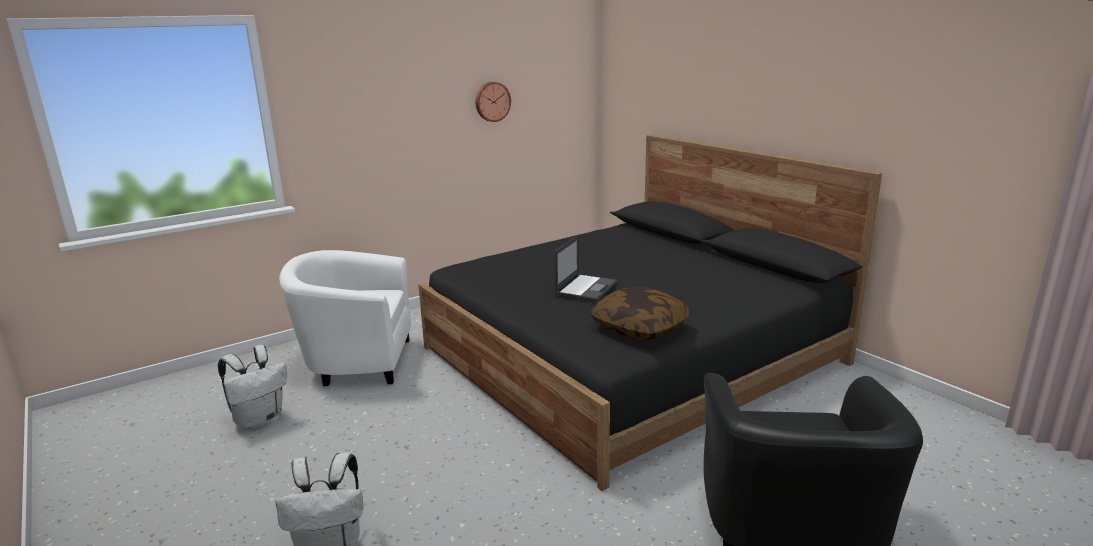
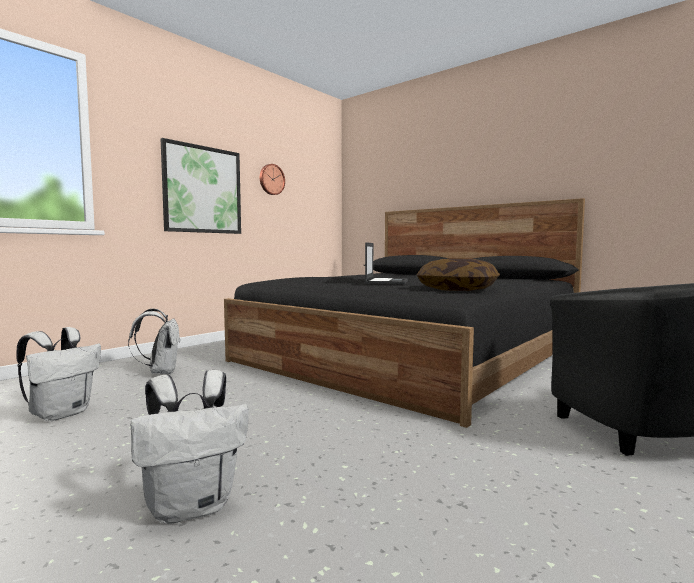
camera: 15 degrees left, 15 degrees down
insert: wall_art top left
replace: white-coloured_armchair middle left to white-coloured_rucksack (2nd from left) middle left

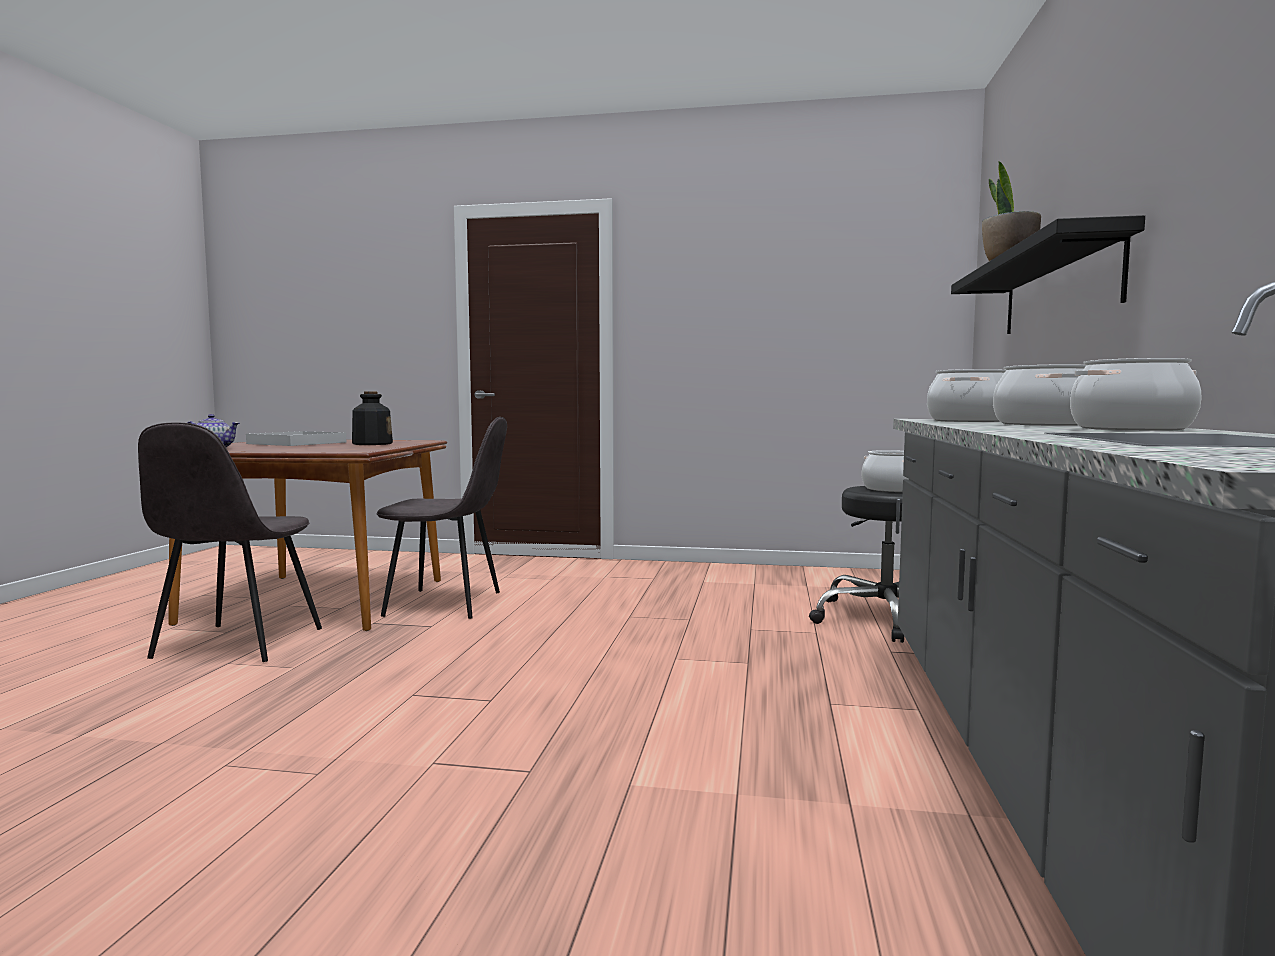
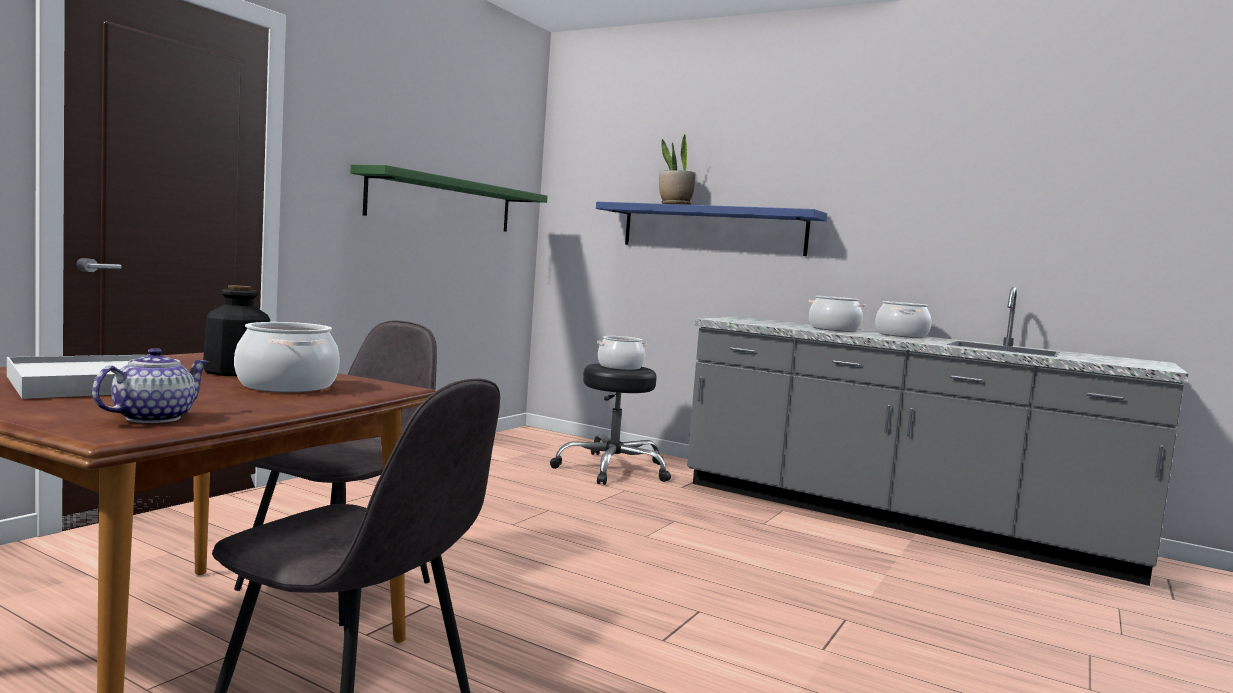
camera: 70 degrees left, 0 degrees up
insert: green_wall_shelf top centre
move: cooking_pot (2nd from left in the first image) middle right to cooking_pot (1st from left) middle left
recolor: black-coloured_wall_shelf top right to bluish_wall_shelf top centre

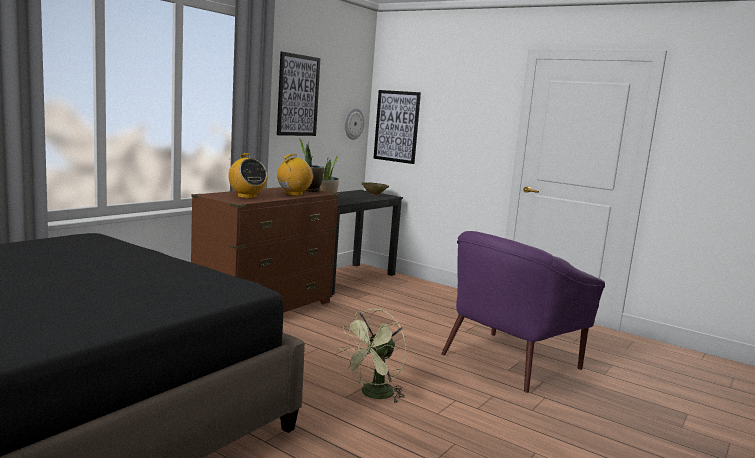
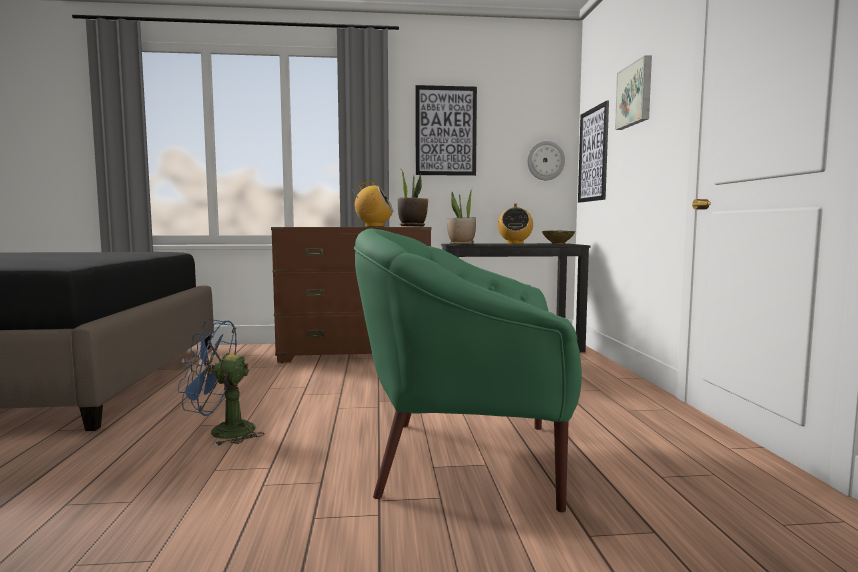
camera: 50 degrees right, 5 degrees down
insert: wall_art (3rd from left) top right
move: radio_set (1st from left in the first image) middle left to radio_set (2nd from left) centre
recolor: green_electric_fan bottom centre to bluish_electric_fan bottom left; purple_armchair bottom right to green_armchair centre

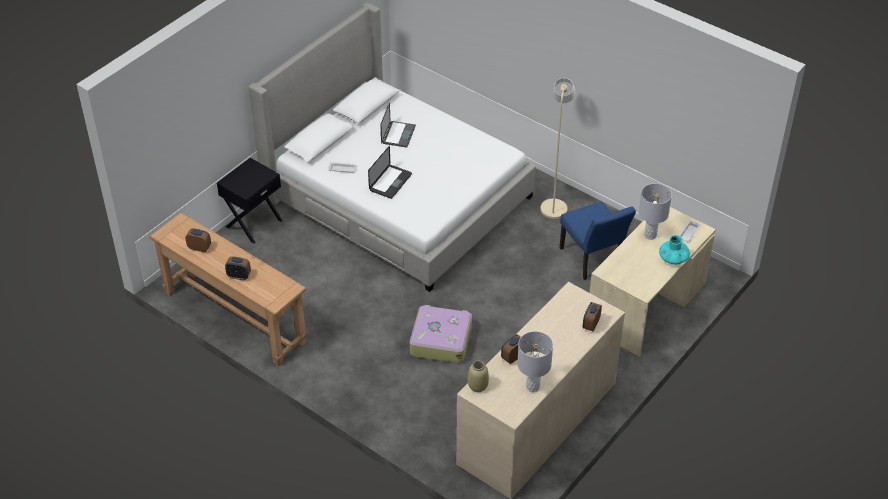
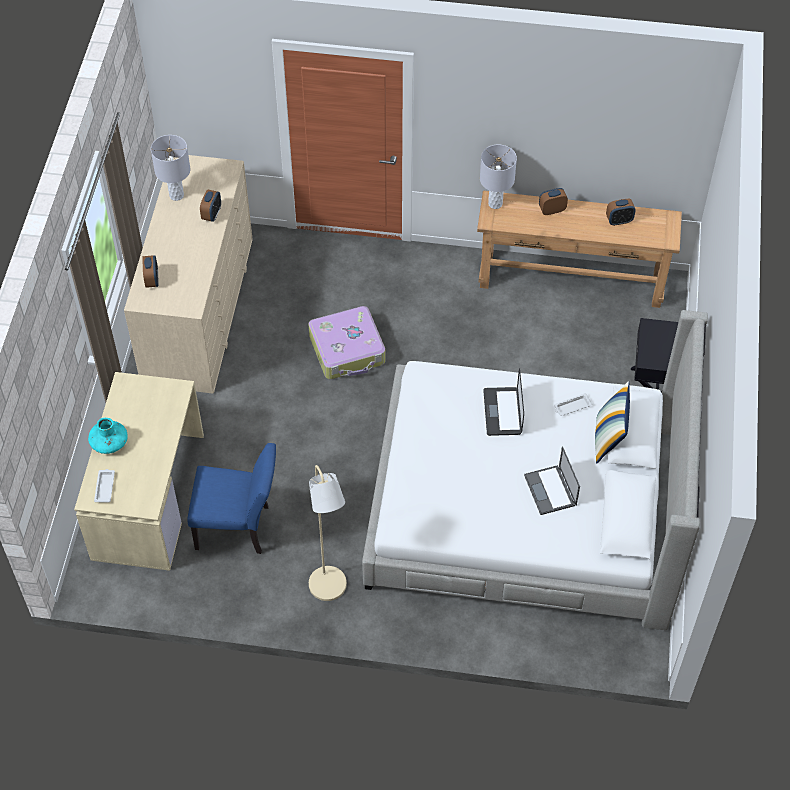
camera: 150 degrees right, 10 degrees up
delete: sand-coloured_decorative_vase bottom centre
insert: pillow middle right
move: grey_lamp_for_a_table (2nd from left) middle right to top centre
rotate: bluish_plain_chair middle right = middle left 150 degrees clockwise

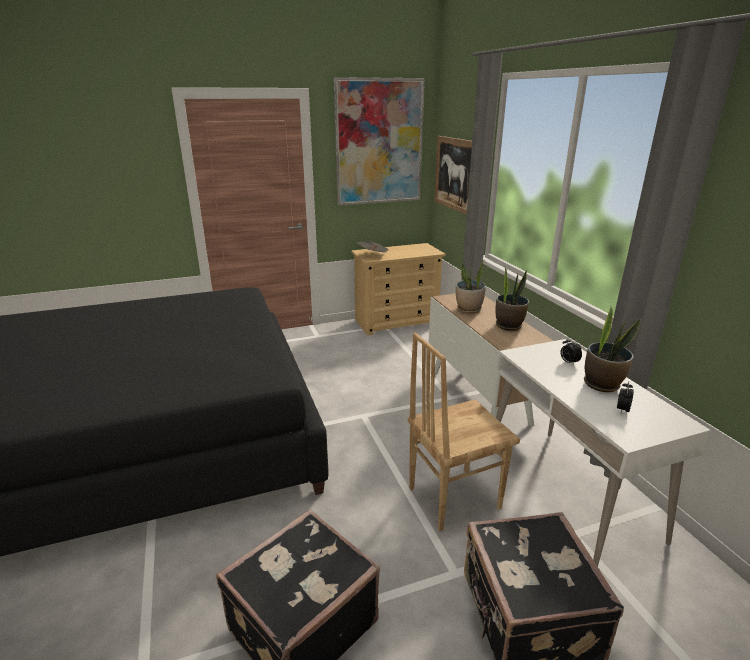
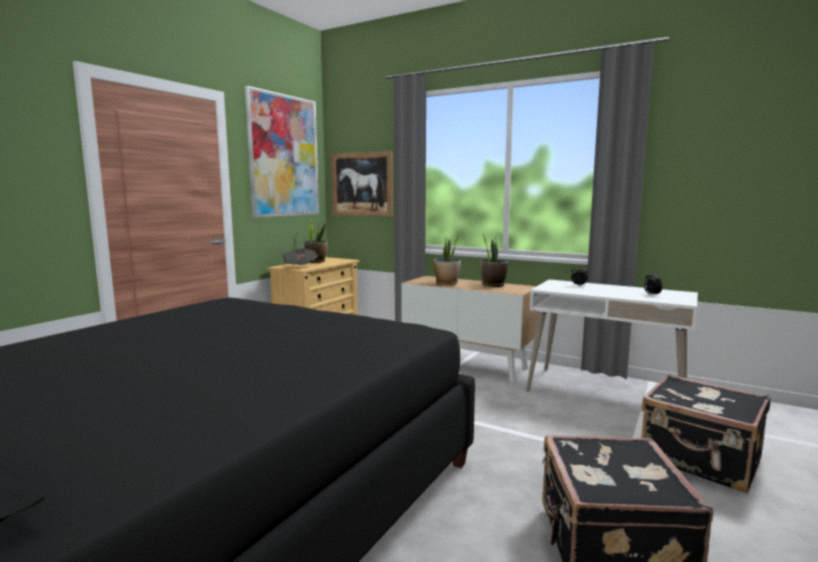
camera: 40 degrees left, 15 degrees down
delete: brown_plain_chair centre
move: plant_in_a_pot (3rd from left in the first image) middle right to plant_in_a_pot (1st from left) centre

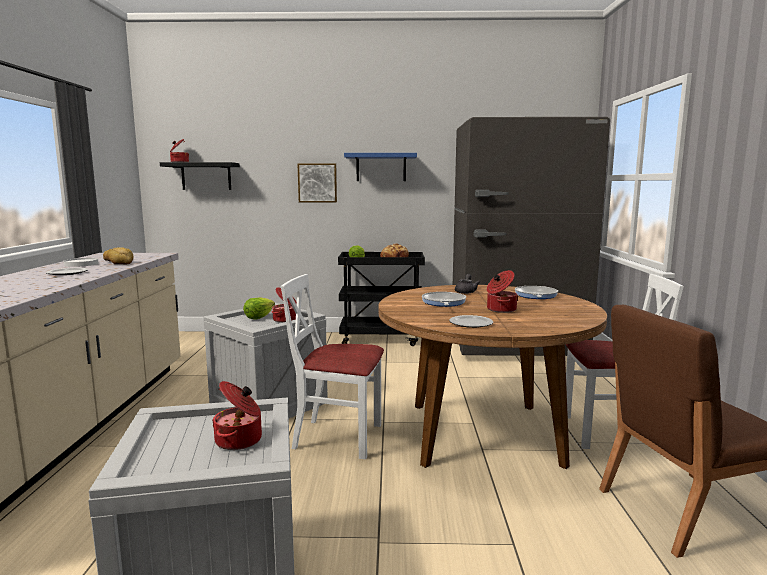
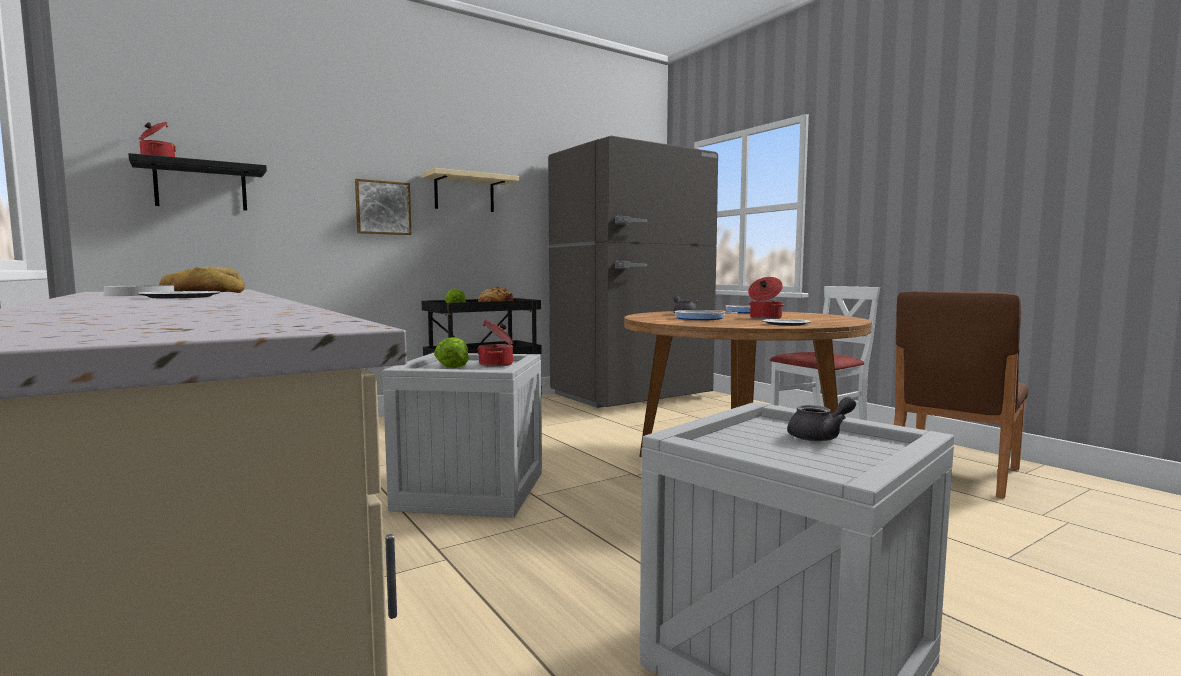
camera: 35 degrees left, 5 degrees down
delete: white-coloured_plain_chair (1st from left) centre
replace: cooking_pot (2nd from left) bottom left to grey_tea_pot (2nd from left) middle right
recolor: bluish_wall_shelf top centre to sand-coloured_wall_shelf top centre

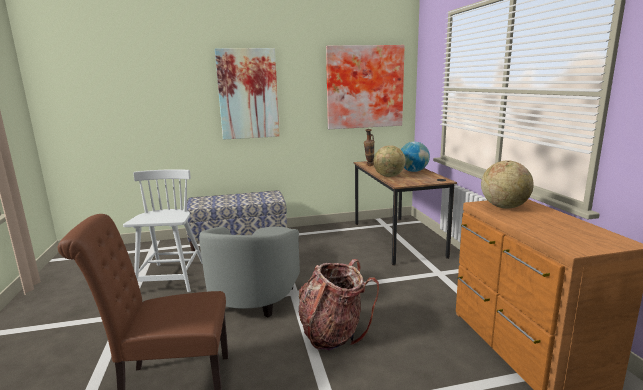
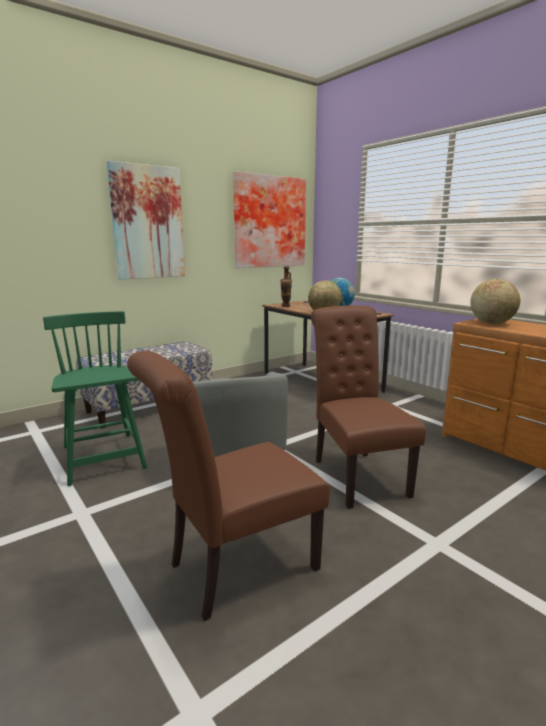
camera: 25 degrees left, 0 degrees up
replace: rucksack bottom centre to brown_plain_chair (2nd from left) middle right
recolor: white-coloured_plain_chair middle left to green_plain_chair middle left

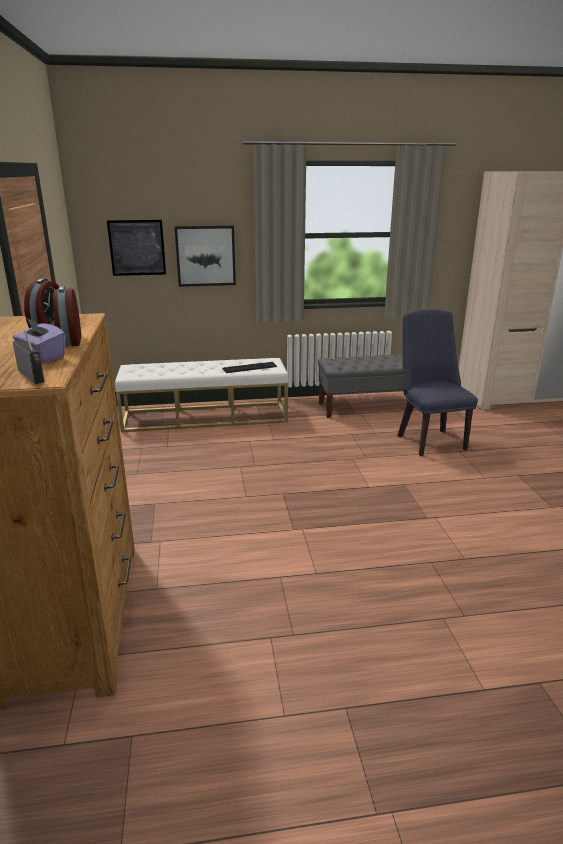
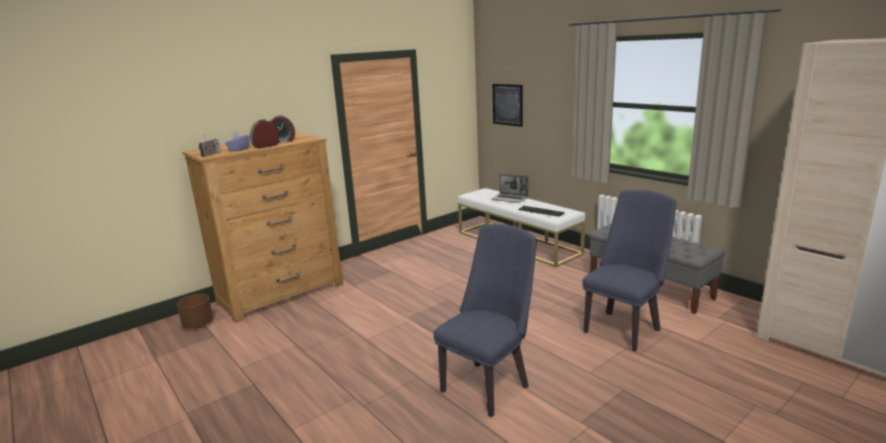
camera: 60 degrees right, 5 degrees down
delete: wall_art (2nd from left) top centre
insert: brown_plant_pot bottom left; bluish_plain_chair (1st from left) bottom centre; notebook_computer centre

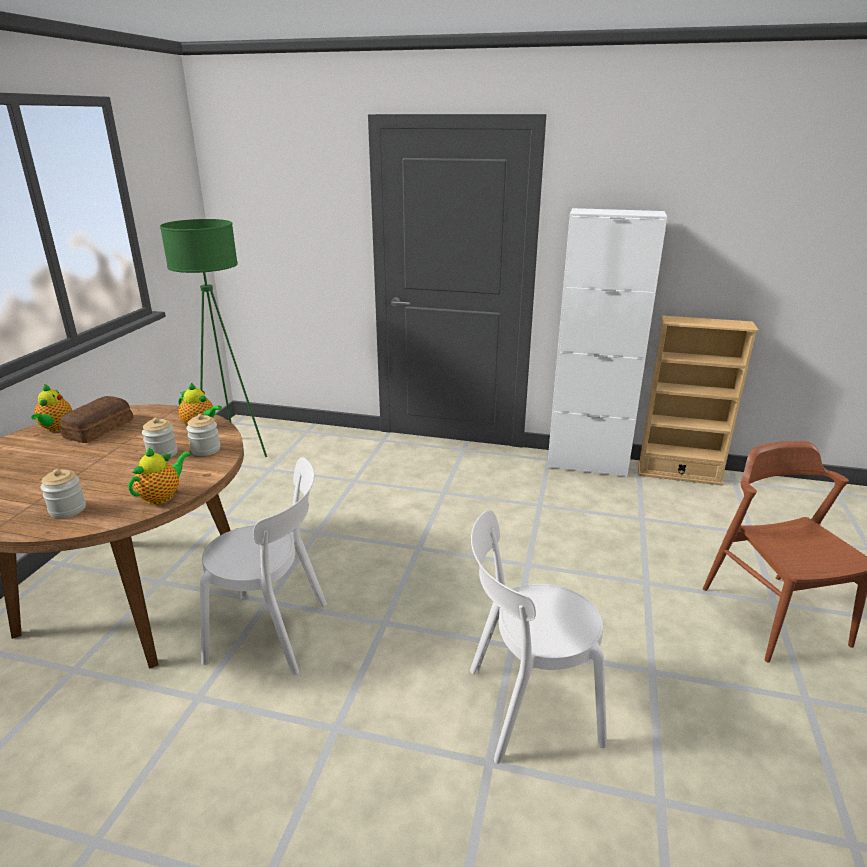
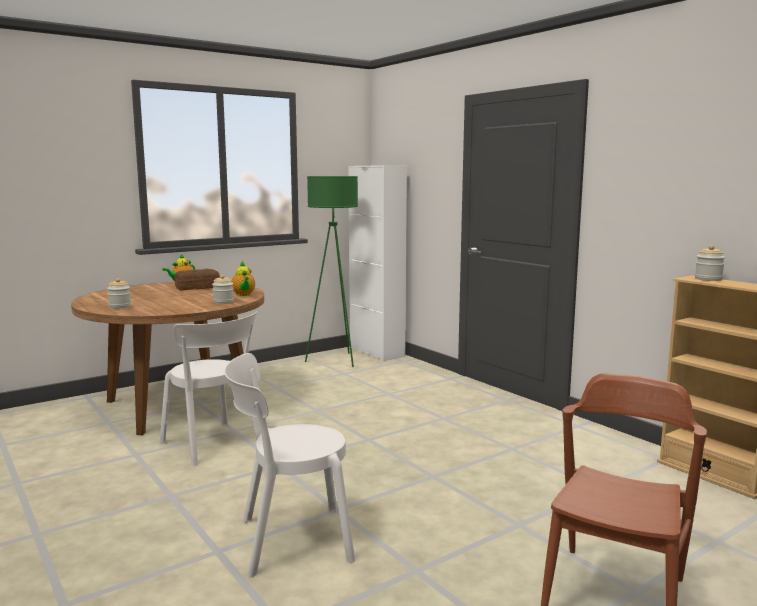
camera: 40 degrees right, 15 degrees down
delete: tea_pot (2nd from left) middle left
move: storage_jar (2nd from left in the first image) middle left to storage_jar (3rd from left) middle right; white-coloured_storage_cabinet middle right to centre
rotate: white-coloured_plain_chair (2nd from left) bottom centre = bottom centre 45 degrees counterclockwise

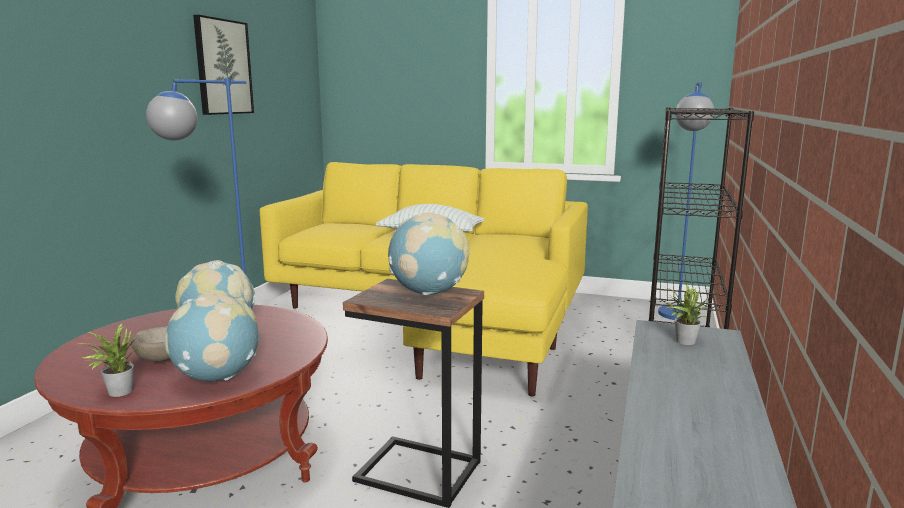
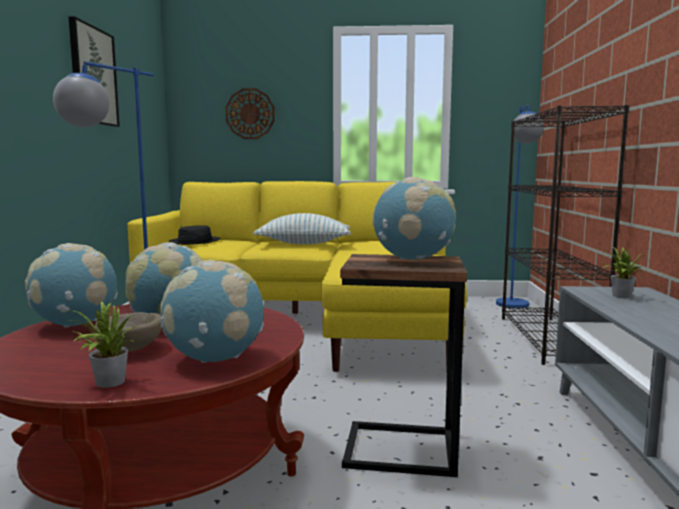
camera: 15 degrees left, 5 degrees down
insert: desk_globe (1st from left) middle left; black-coloured_hat middle left; hanging_clock top centre

